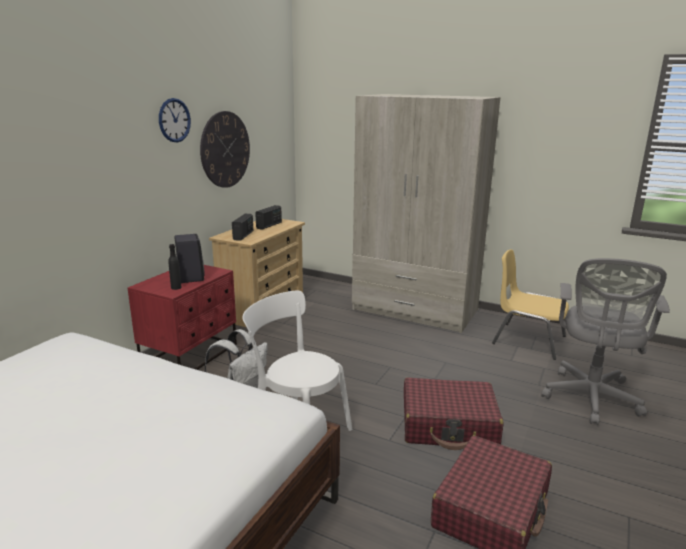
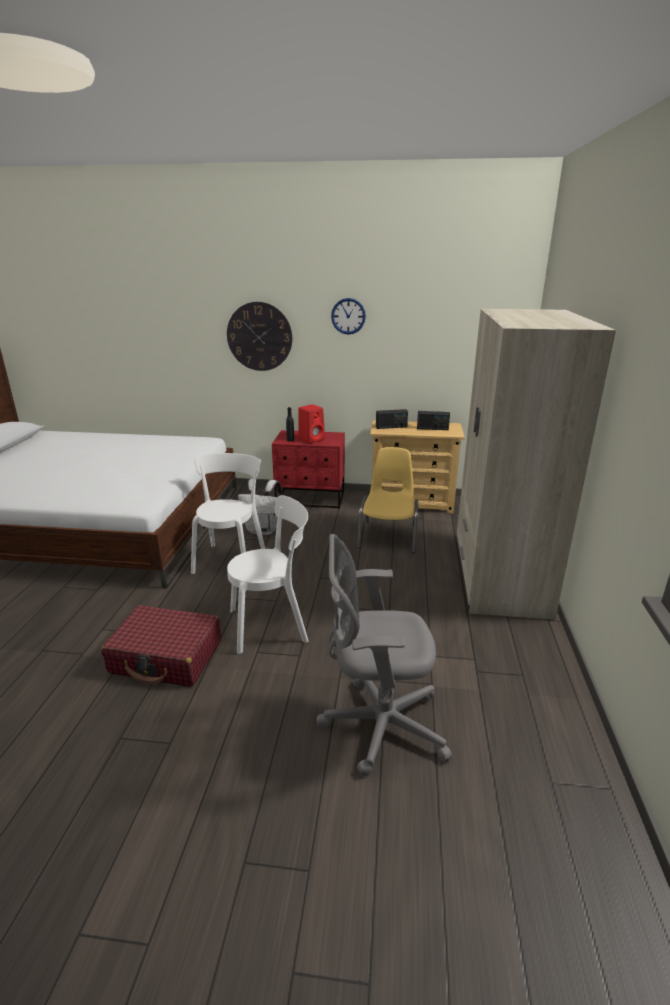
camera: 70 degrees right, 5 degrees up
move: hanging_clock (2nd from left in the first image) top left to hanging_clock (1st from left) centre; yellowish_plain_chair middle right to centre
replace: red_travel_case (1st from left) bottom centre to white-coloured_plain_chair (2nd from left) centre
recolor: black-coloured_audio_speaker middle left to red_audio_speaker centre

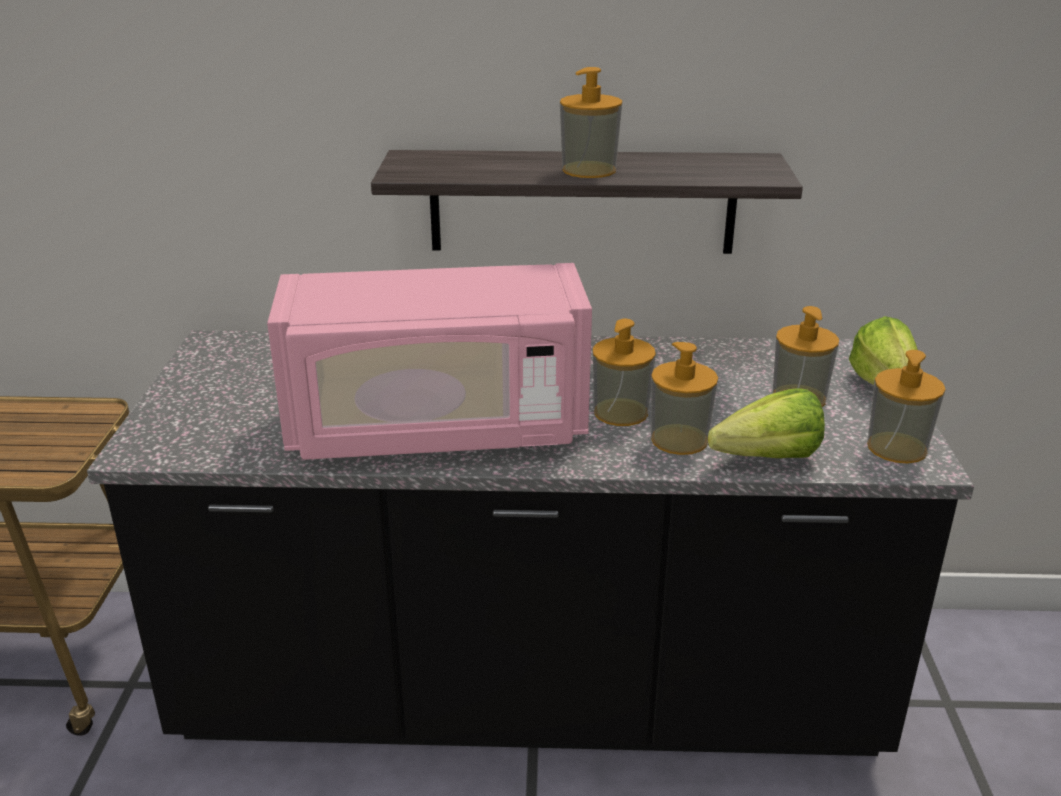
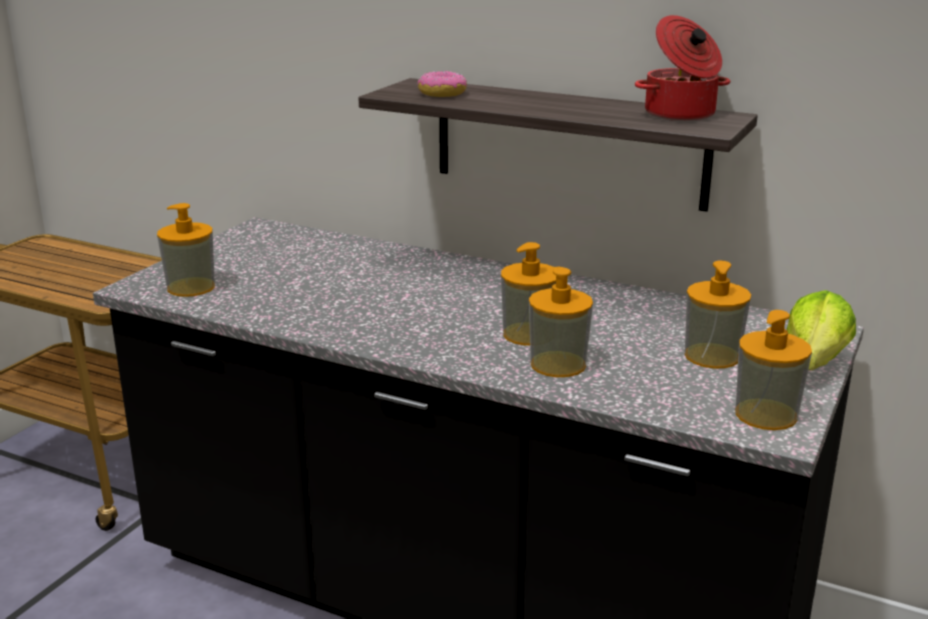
camera: 25 degrees right, 5 degrees down
delete: pink_kitchen_microwave centre; head_of_lettuce (1st from left) middle right
insert: donut top centre; cooking_pot top right
move: soap_dispenser (1st from left) top centre to middle left

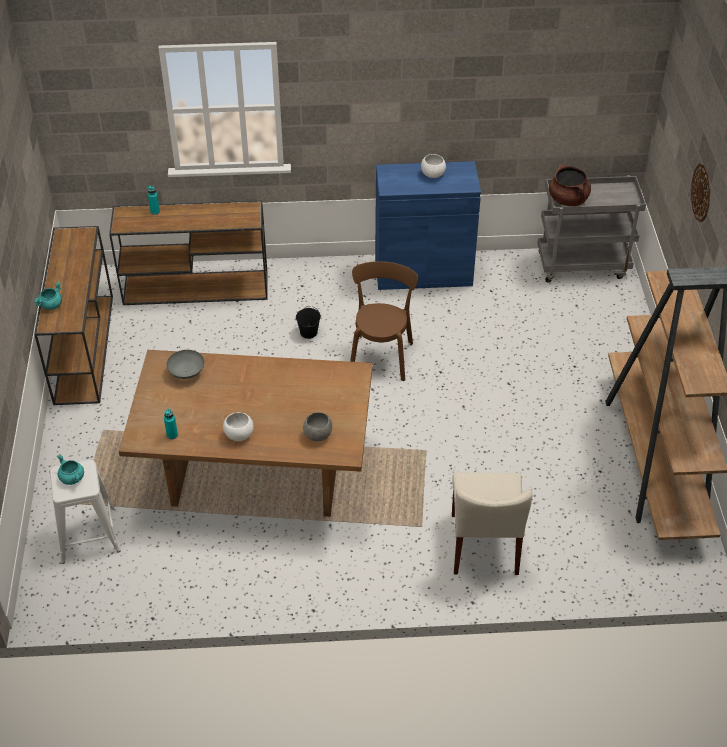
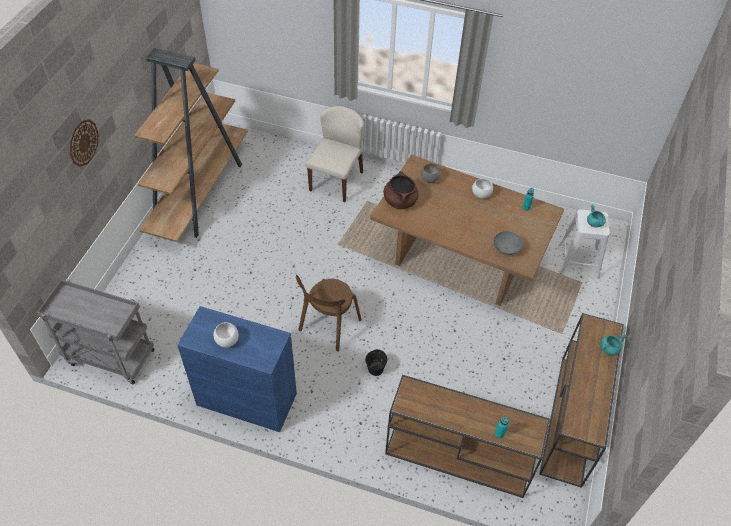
camera: 160 degrees left, 5 degrees up
move: brown_cooking_pot top right to centre

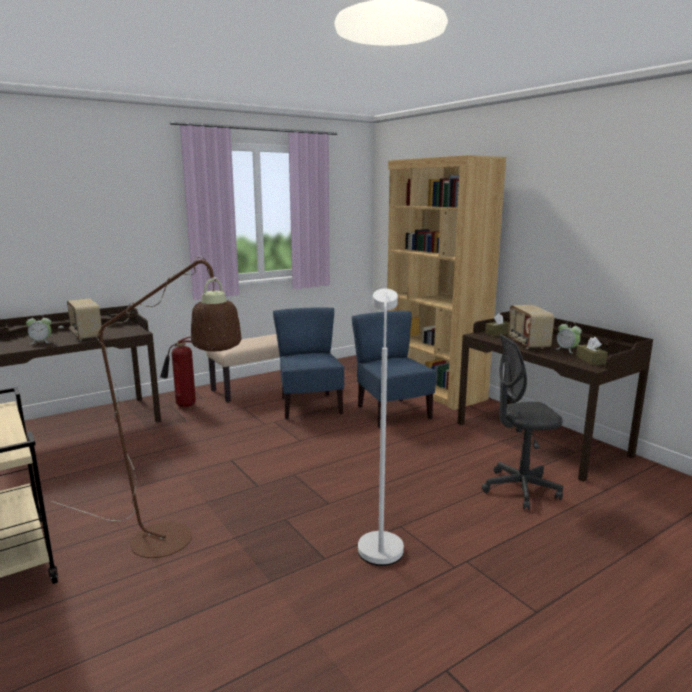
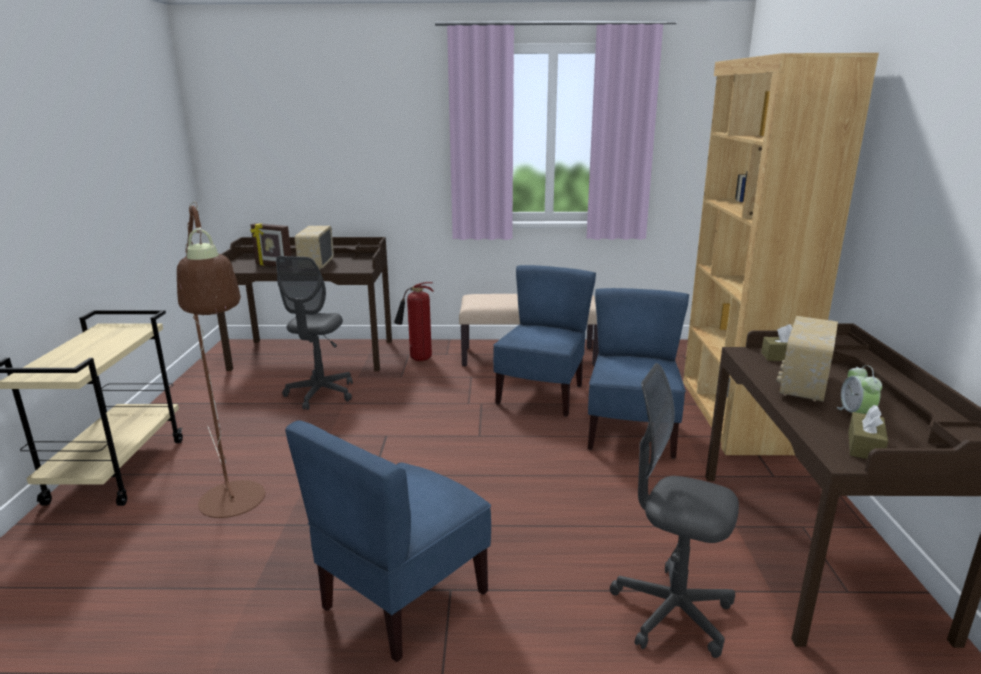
camera: 35 degrees right, 5 degrees up
insert: grey_office_chair (1st from left) middle left
replace: bedside_clock (1st from left) middle left to photo_frame middle left; white-coloured_standing_lamp centre to bluish_plain_chair (1st from left) bottom centre

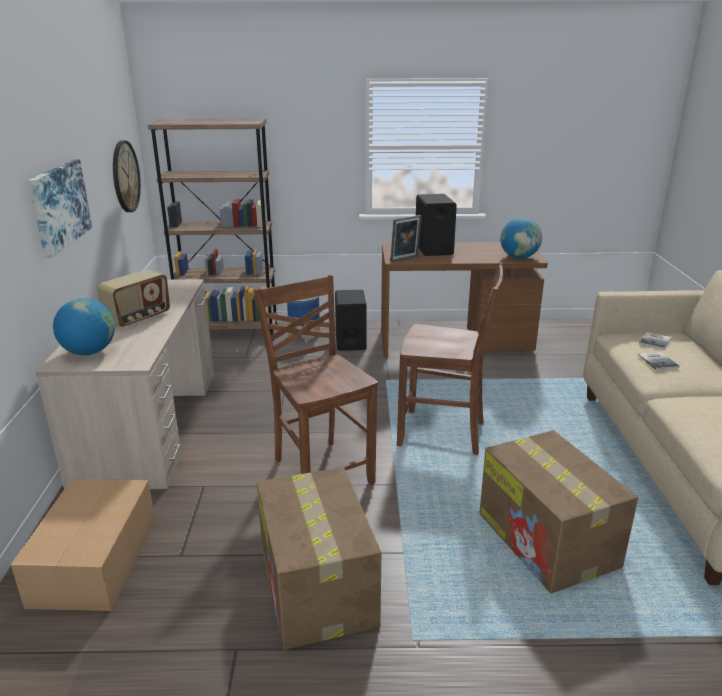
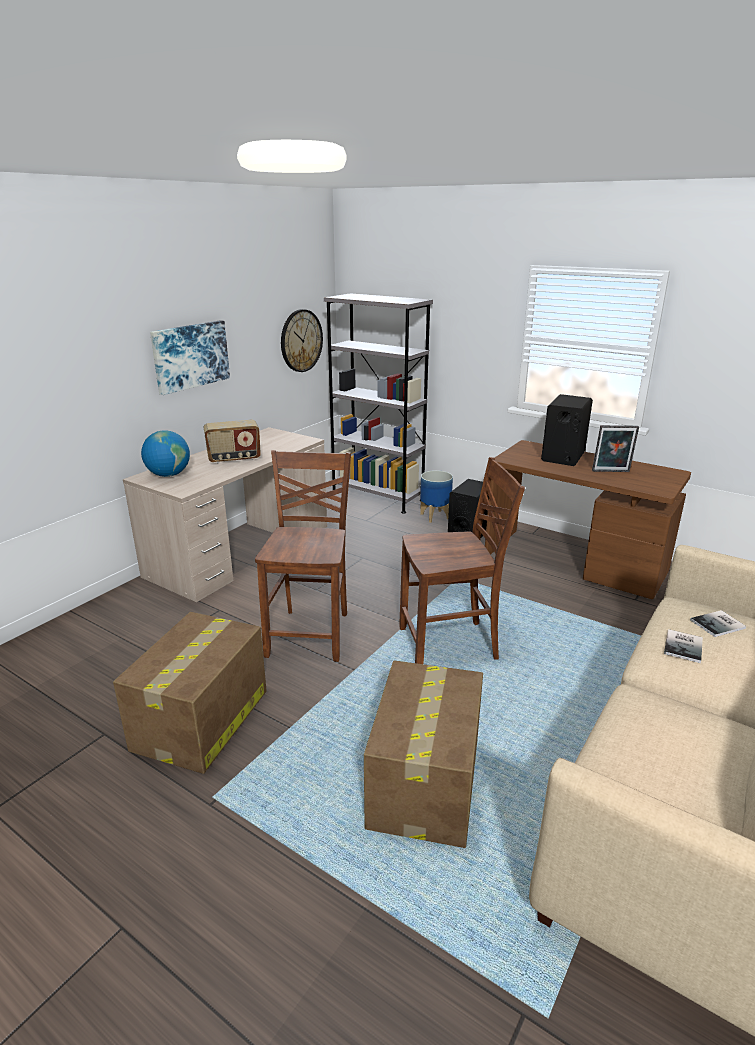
camera: 35 degrees right, 0 degrees up
delete: cardboard_box (1st from left) bottom left; desk_globe (2nd from left) middle right
move: photo_frame centre to middle right
recolor: brown_bookcase top left to grey_bookcase centre
rotate: brown_plain_chair (2nd from left) centre = centre 60 degrees counterclockwise

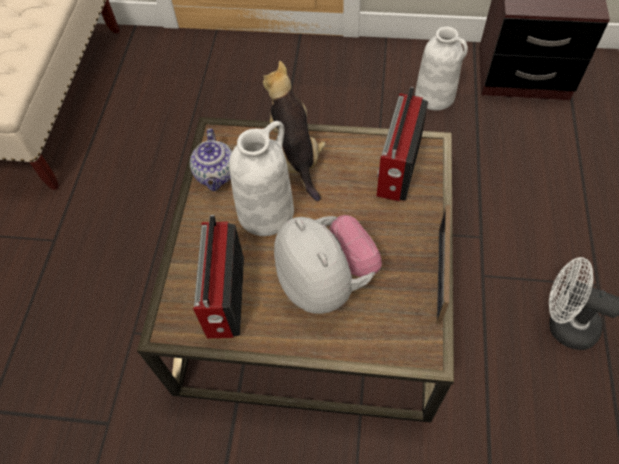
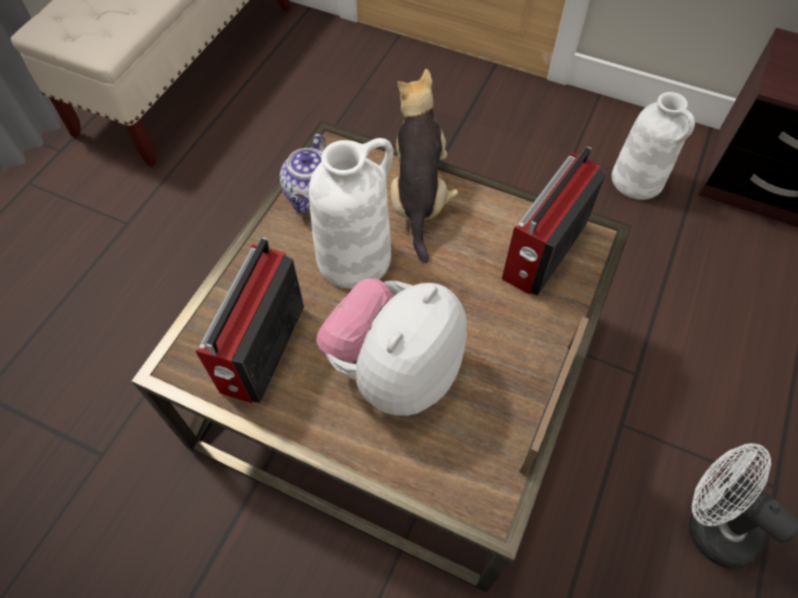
camera: 15 degrees right, 0 degrees up
rotate: cuddly_toy (2nd from left in the first image) centre = centre 135 degrees counterclockwise

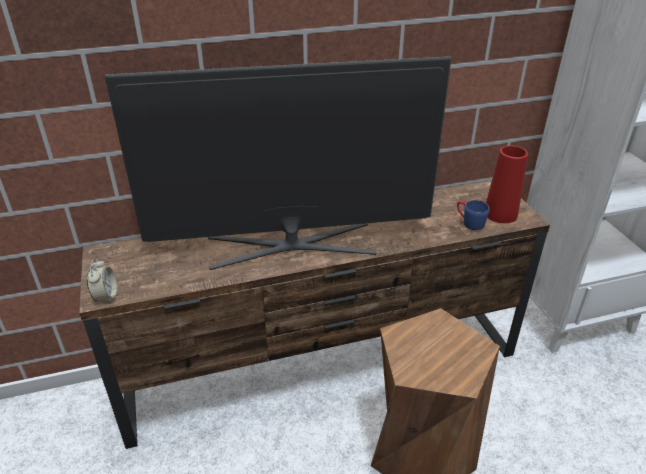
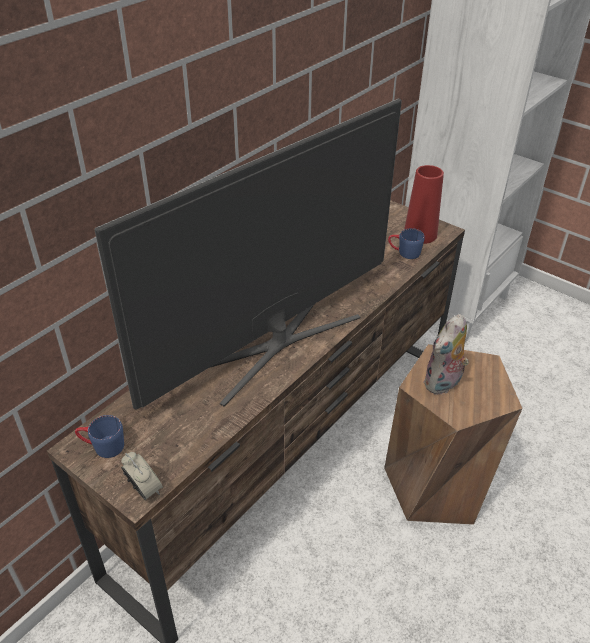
camera: 35 degrees left, 5 degrees up
insert: bluish_tea_mug (1st from left) bottom left; cuddly_toy middle right

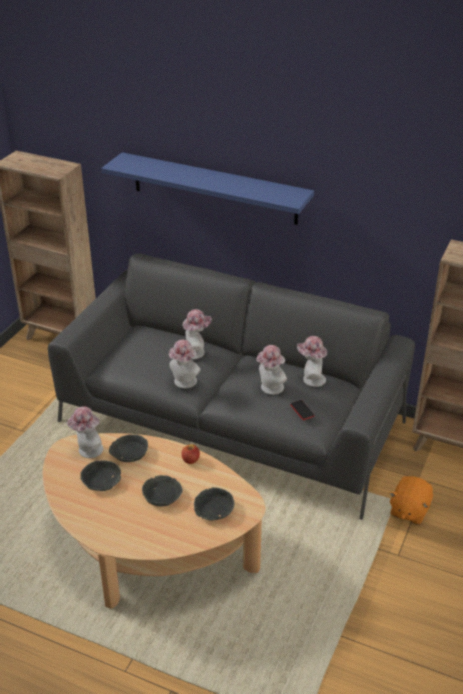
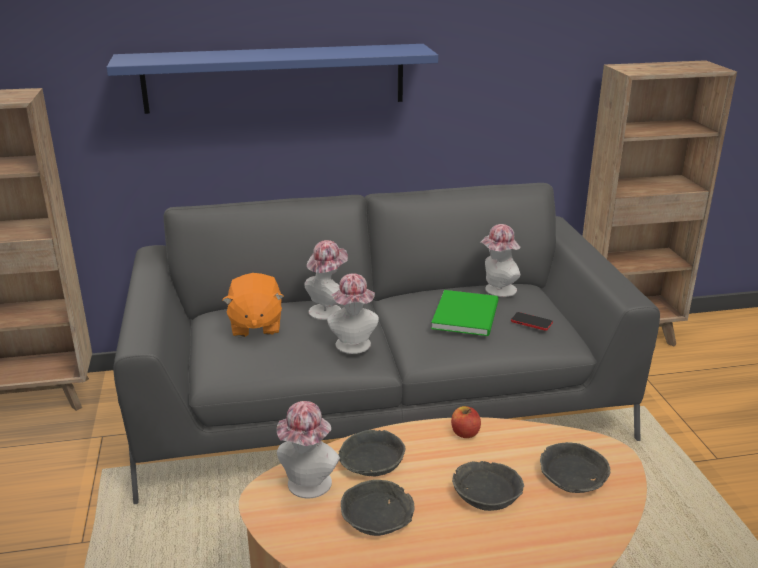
camera: 35 degrees left, 10 degrees down
move: orange-coloured_cuddly_toy bottom right to centre
replace: hat (4th from left) centre to green_volume centre

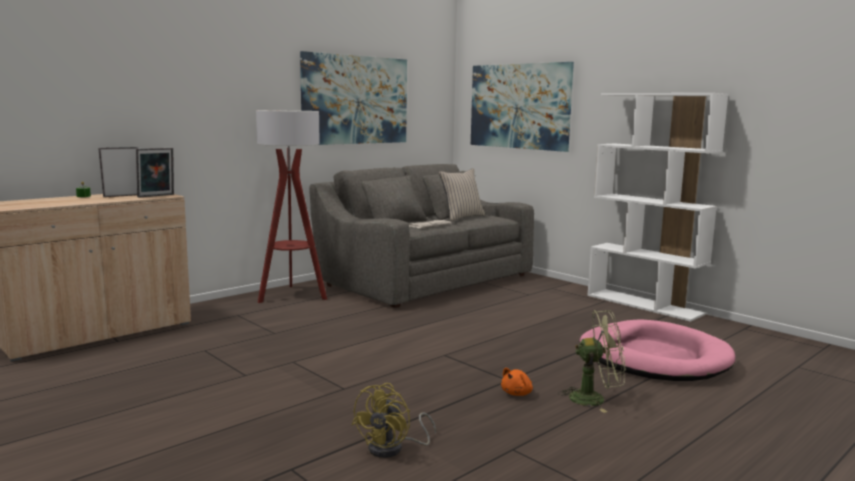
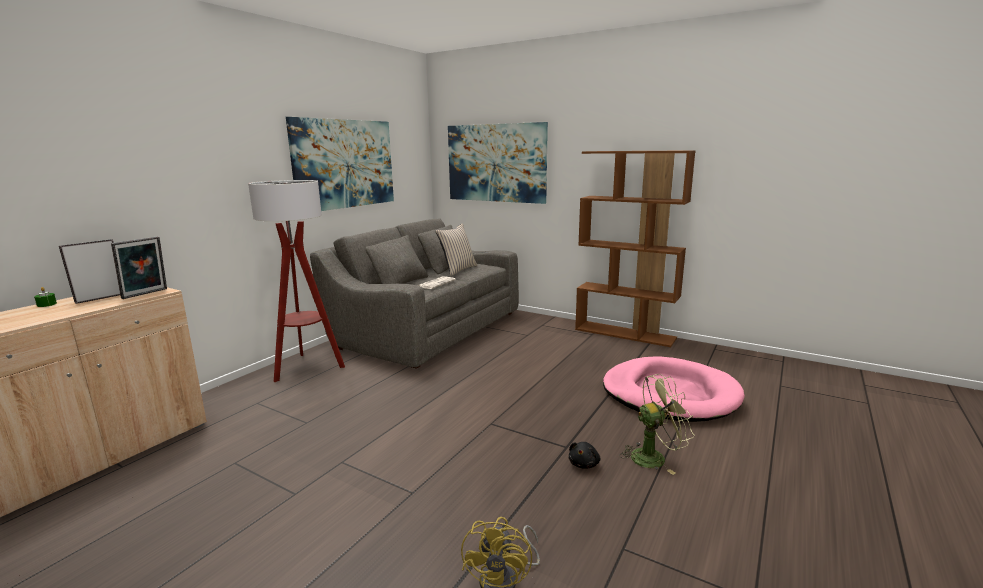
camera: 15 degrees left, 5 degrees up
recolor: orange-coloured_cuddly_toy bottom centre to black-coloured_cuddly_toy bottom centre; white-coloured_bookcase middle right to brown_bookcase centre

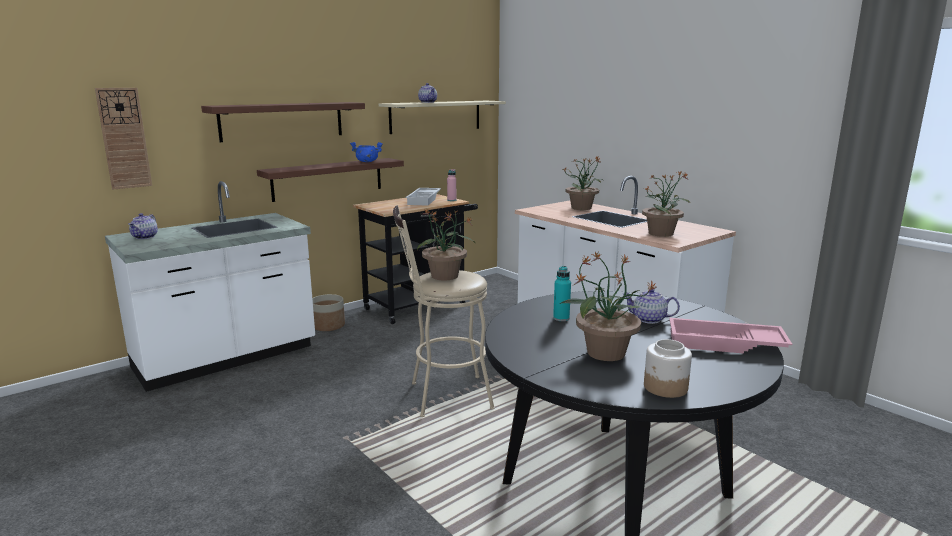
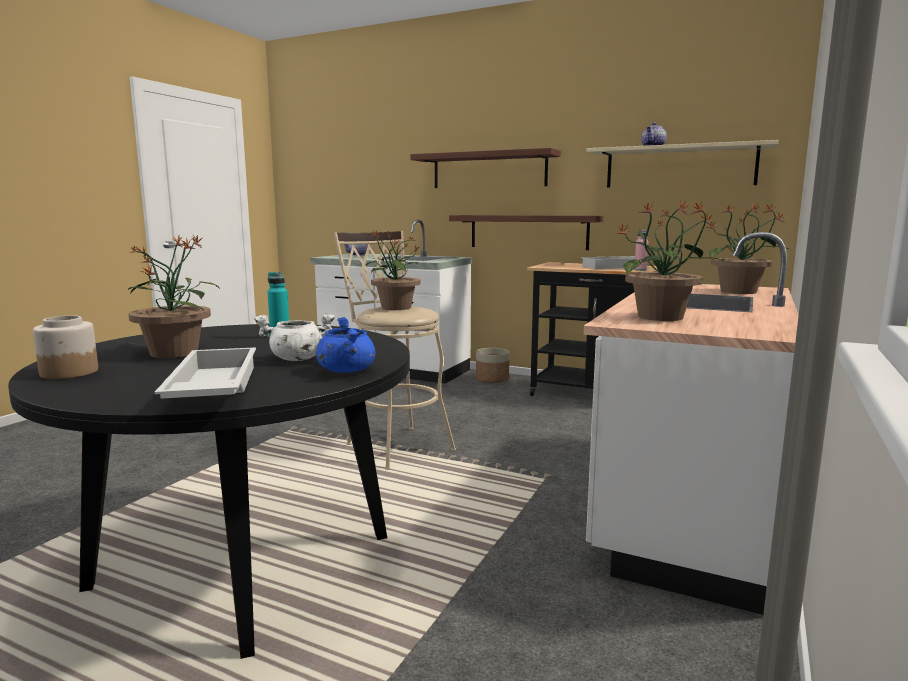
camera: 65 degrees right, 5 degrees down
delete: hanging_clock top left
move: bluish_cooking_pot top centre to centre
replace: tea_pot (3rd from left) middle right to white-coloured_cooking_pot middle left
recolor: pink_tray middle right to white-coloured_tray (1st from left) middle left

